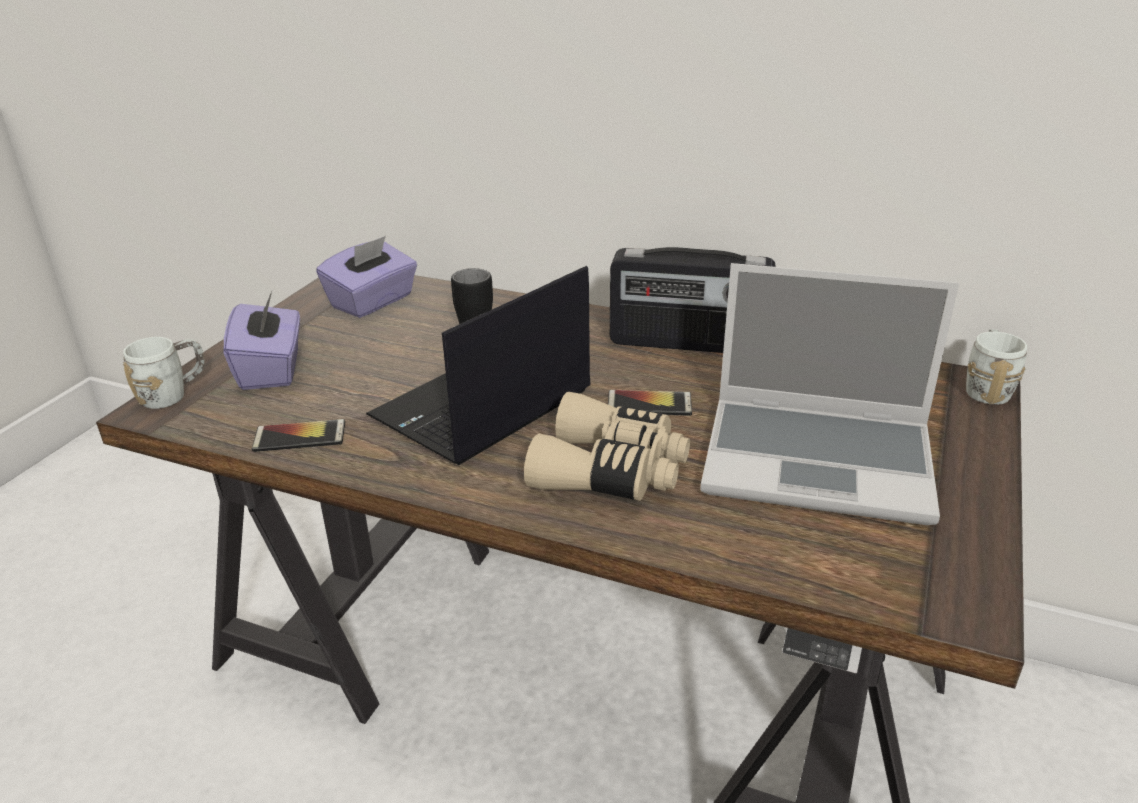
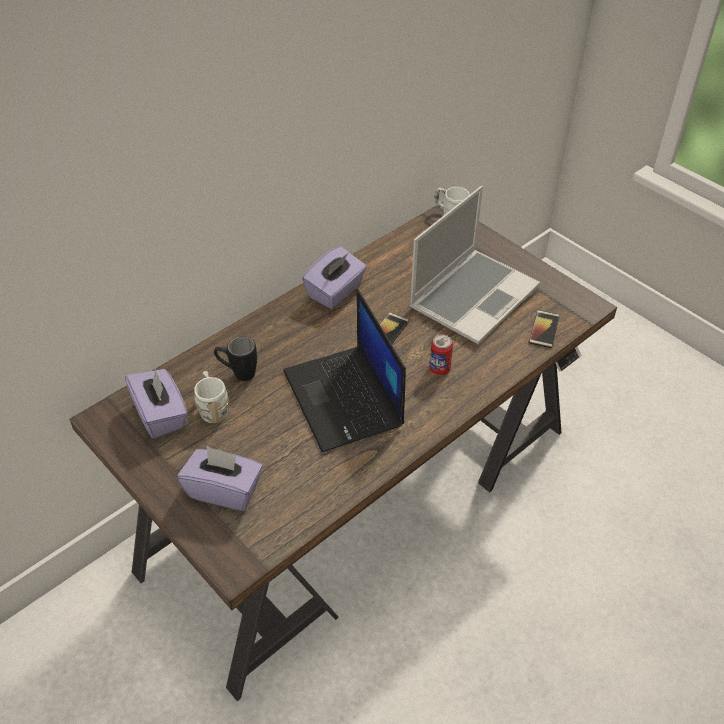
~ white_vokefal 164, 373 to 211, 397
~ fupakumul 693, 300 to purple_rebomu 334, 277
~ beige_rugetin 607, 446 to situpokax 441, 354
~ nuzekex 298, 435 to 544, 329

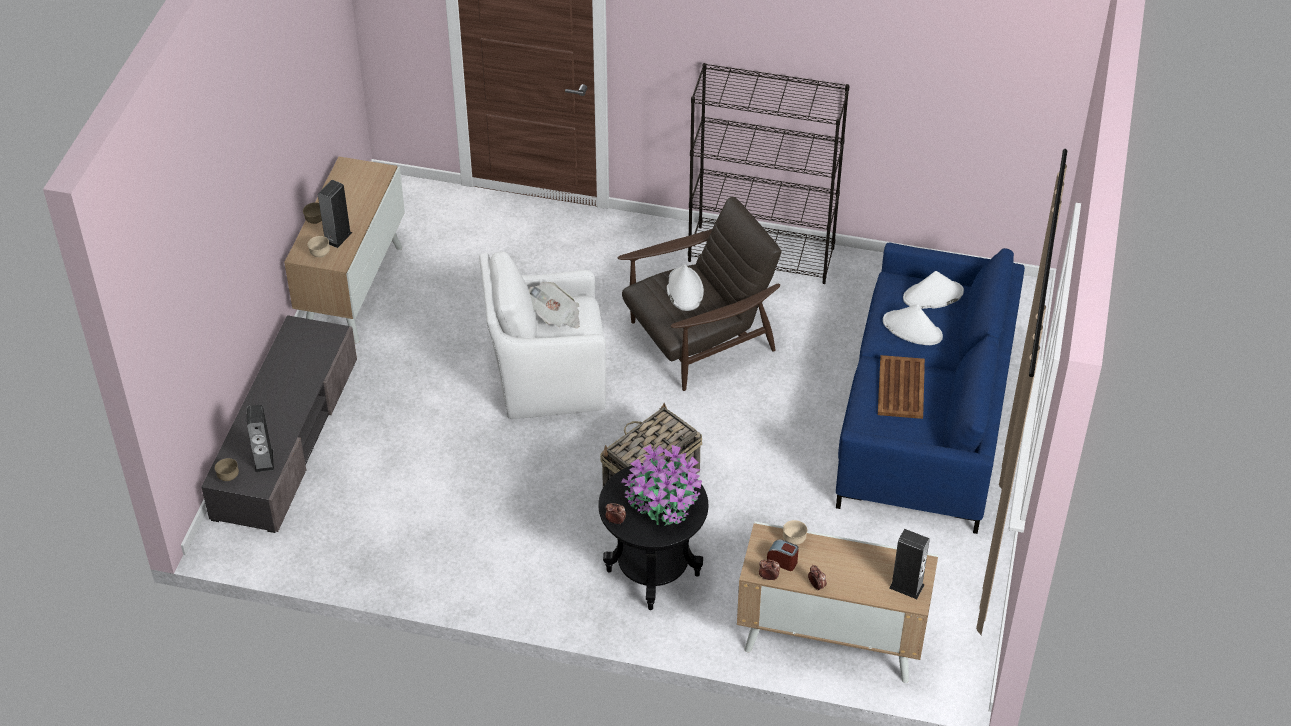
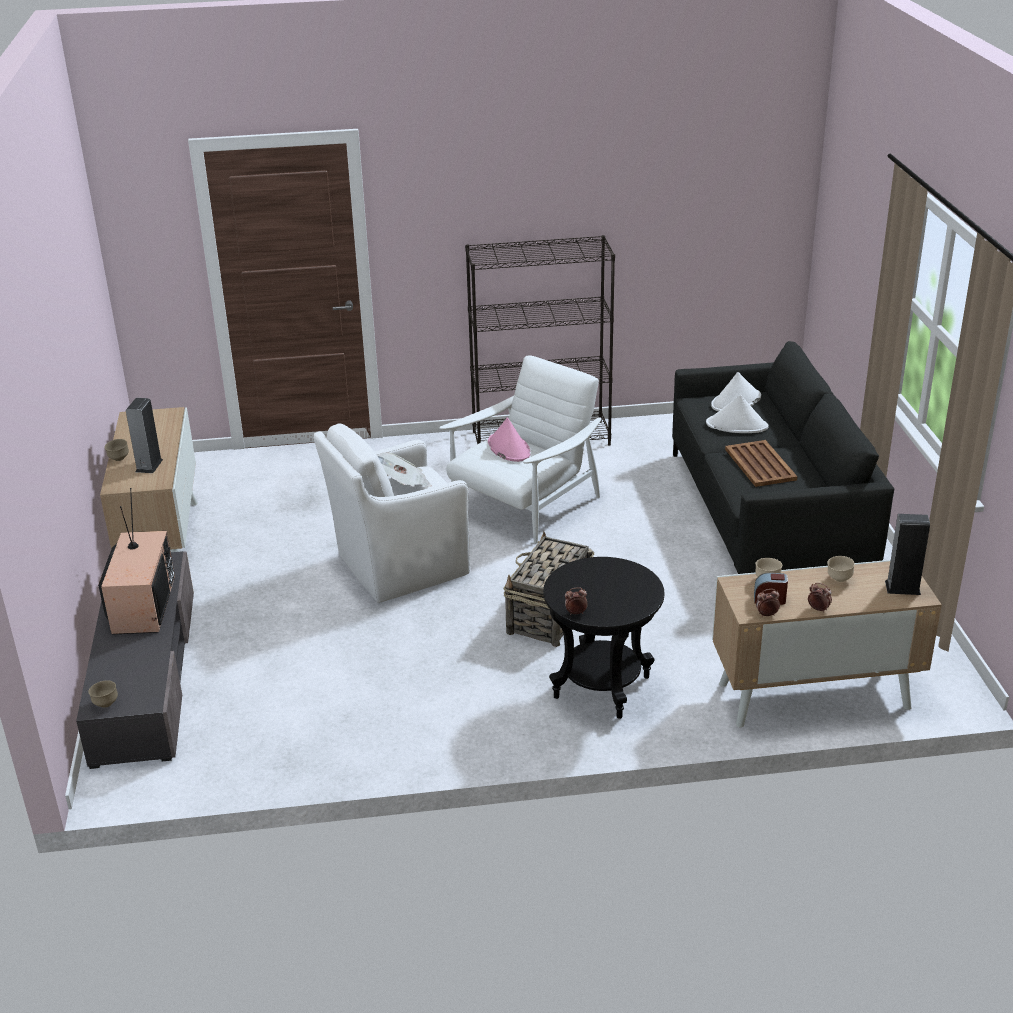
+ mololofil 136, 561
~ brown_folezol 700, 294 to white_folezol 520, 449
~ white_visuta 685, 287 to pink_visuta 509, 440
~ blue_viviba 930, 388 to black_viviba 783, 457
~ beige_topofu 319, 246 to 841, 569
- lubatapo 260, 438
- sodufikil 661, 485

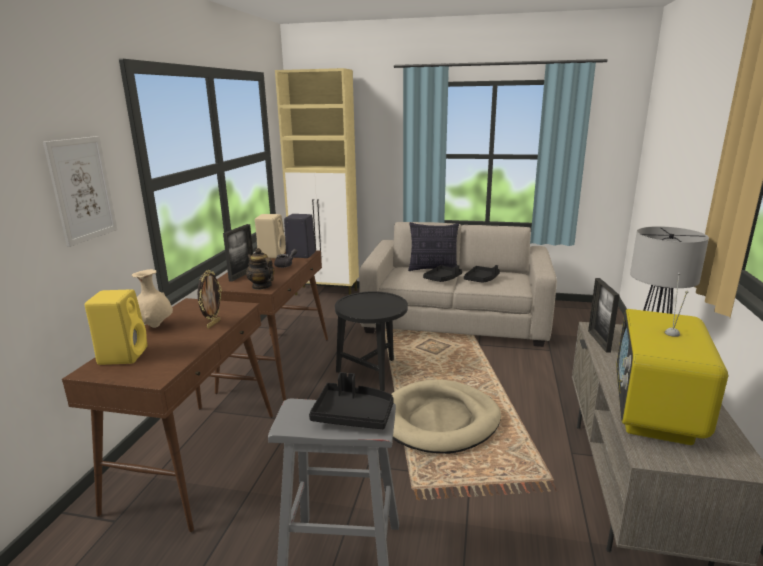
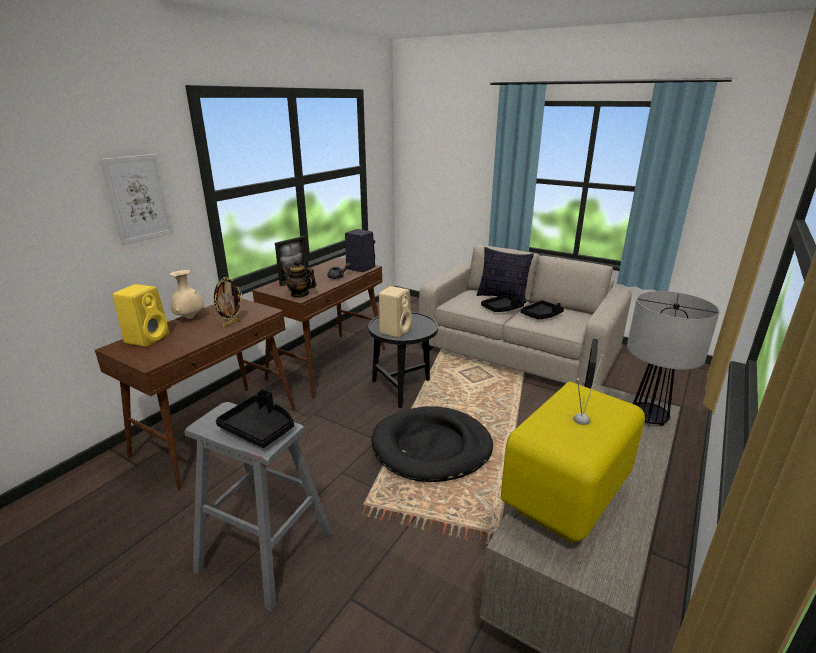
~ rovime 260, 269 = 298, 279 45 degrees counterclockwise
~ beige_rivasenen 446, 416 to black_rivasenen 432, 444
~ beige_lubatapo 270, 236 to 395, 312
- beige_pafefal 317, 181

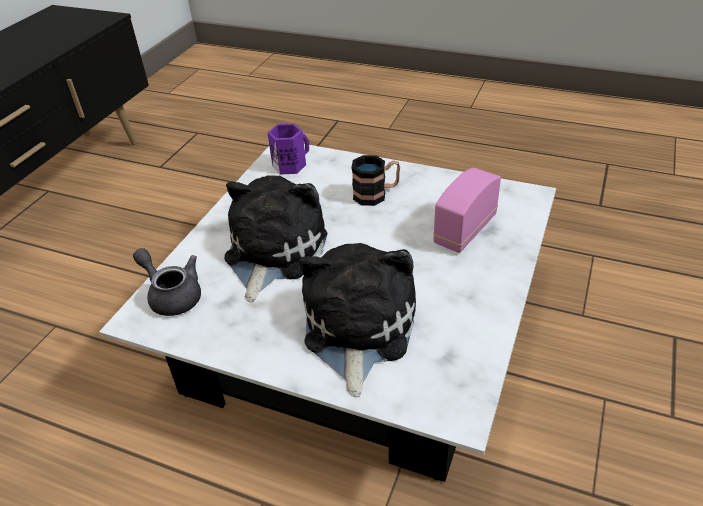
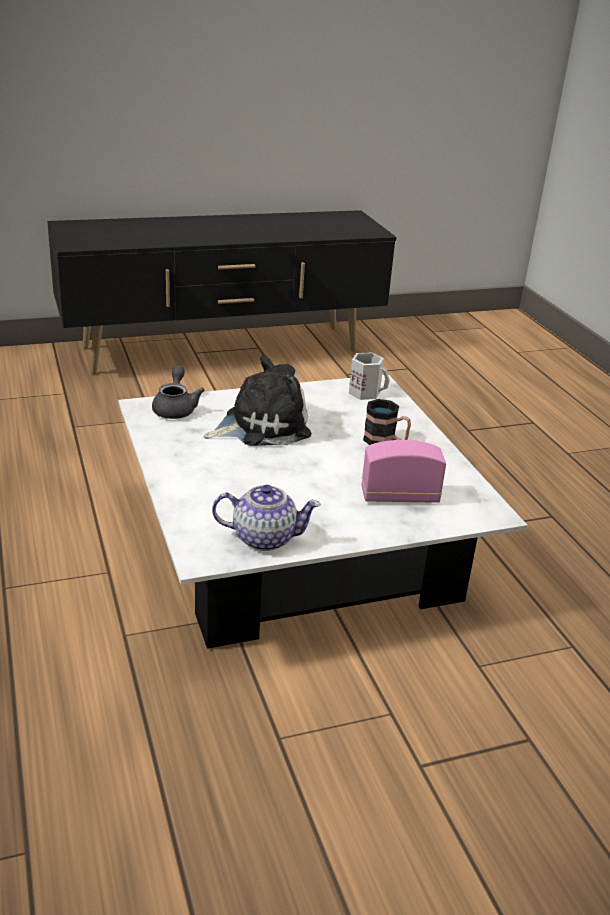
+ rovime 266, 518
~ purple_vokefal 288, 149 to white_vokefal 369, 376
- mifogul 357, 320

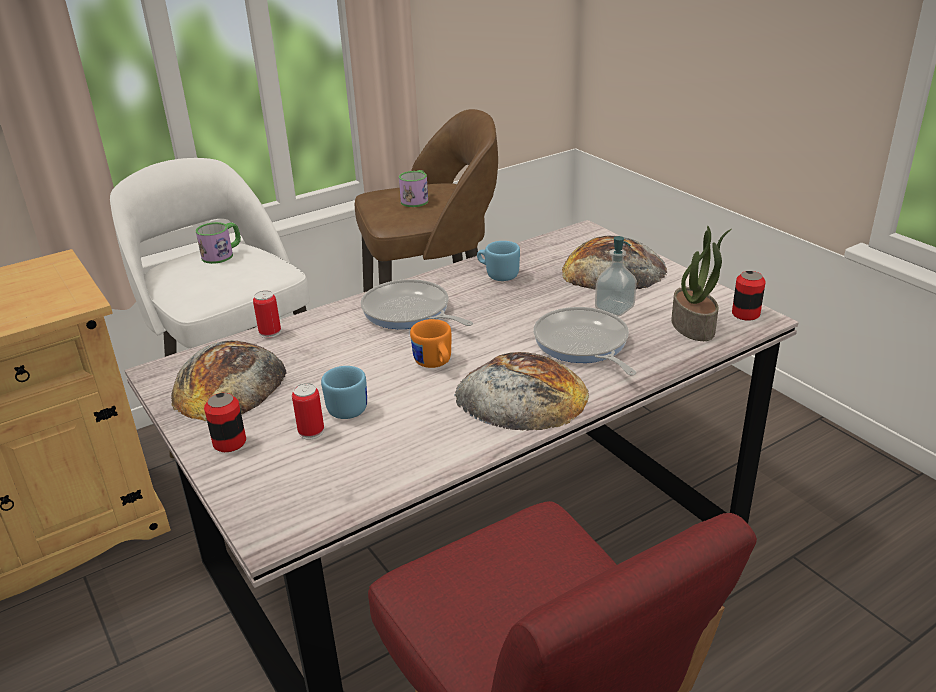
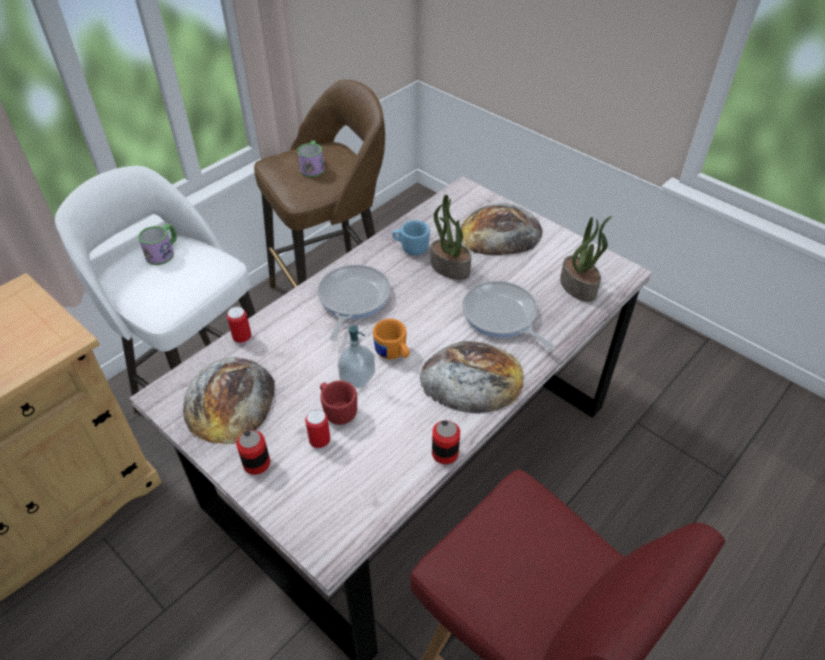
~ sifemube 417, 304 = 354, 303 75 degrees clockwise
~ blue_vokefal 344, 392 to red_vokefal 338, 403
~ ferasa 616, 276 to 356, 357
+ sodufikil 451, 237
~ situpokax 749, 296 to 446, 442

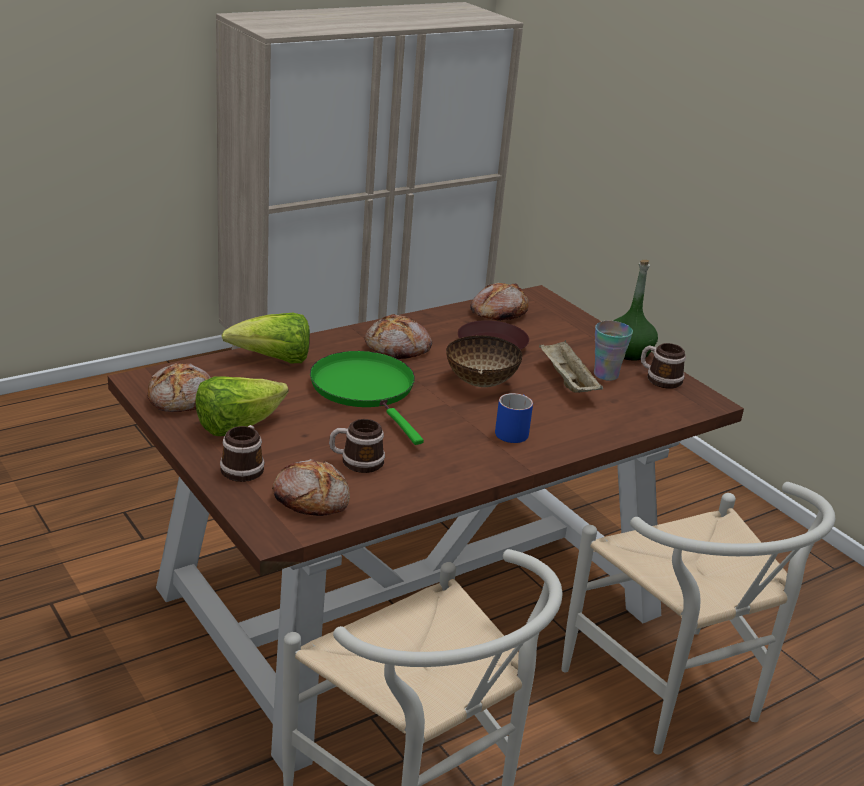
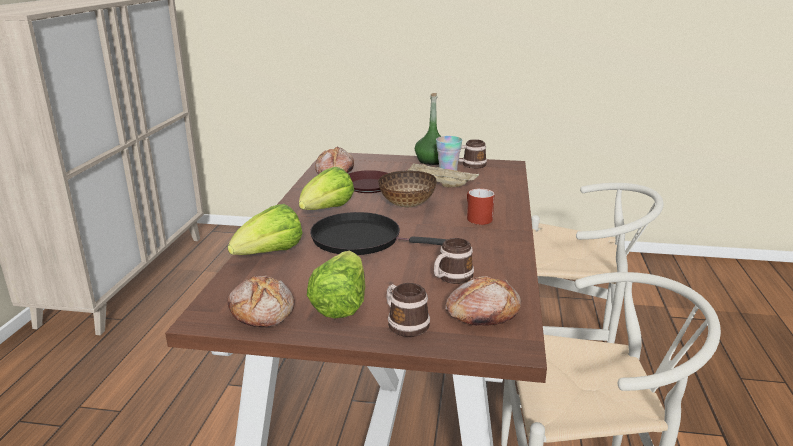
~ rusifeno 398, 336 to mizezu 326, 188
~ green_sifemube 367, 398 to black_sifemube 378, 233
~ blue_vokefal 514, 418 to red_vokefal 481, 206

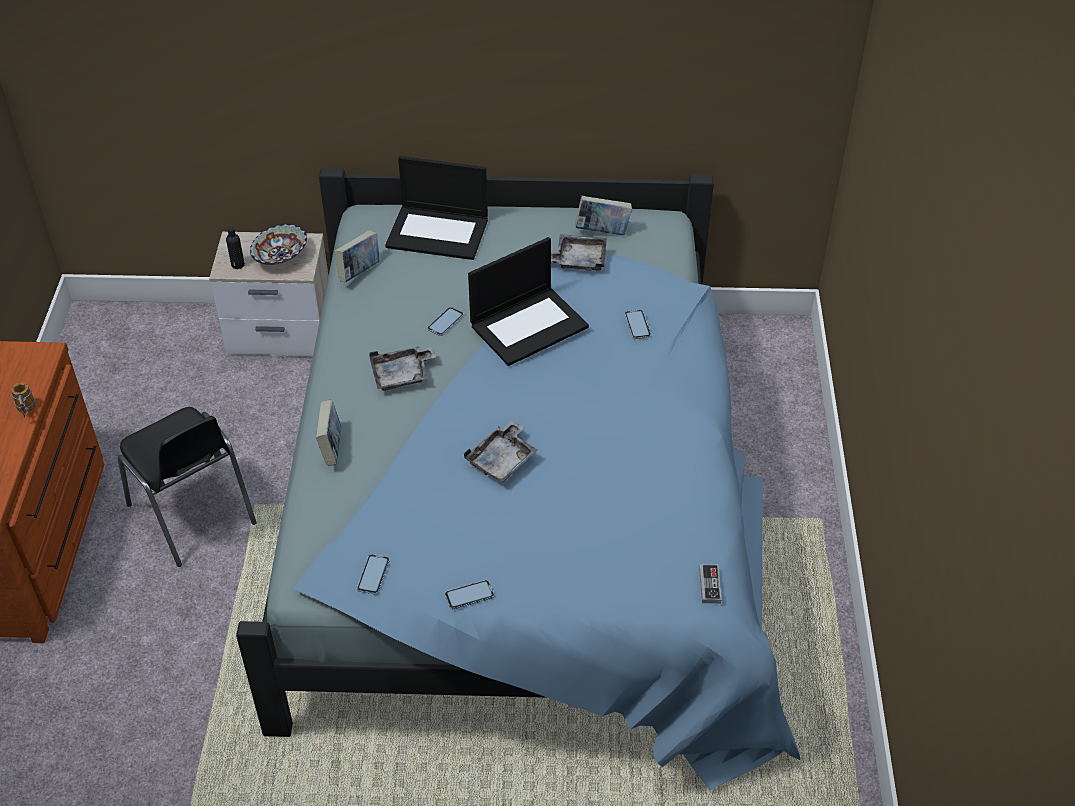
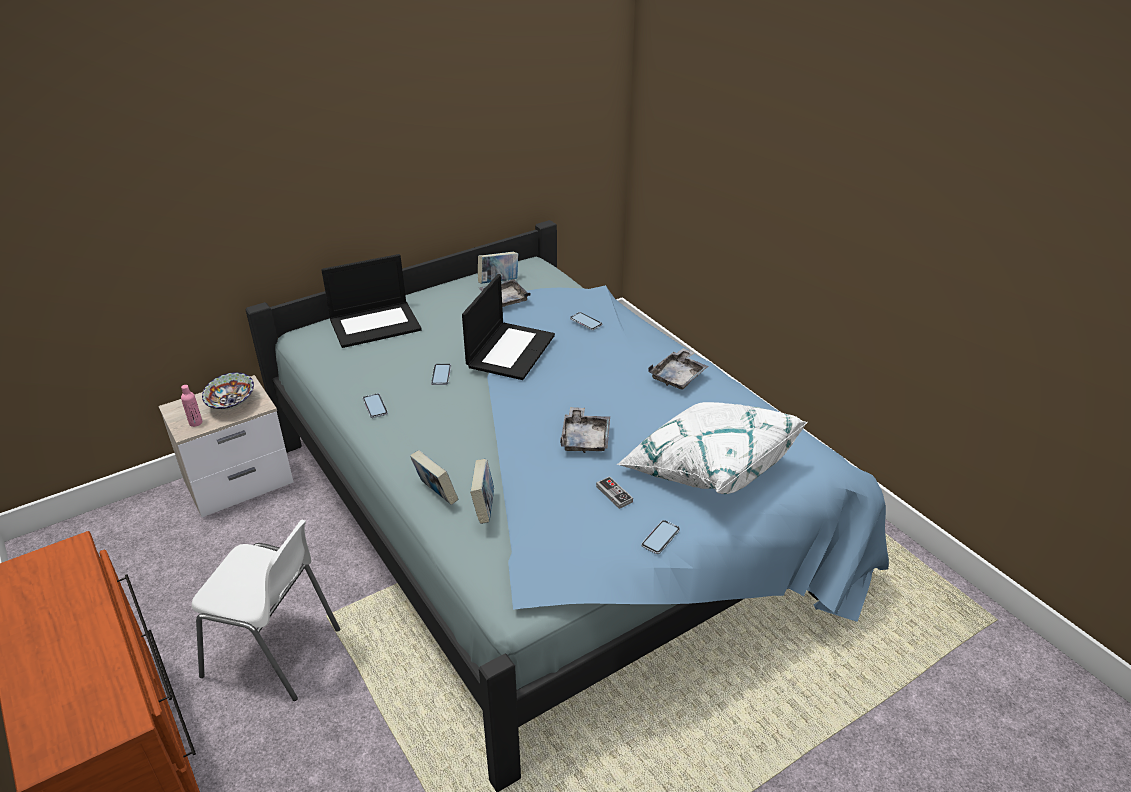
~ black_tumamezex 235, 248 to pink_tumamezex 191, 406
~ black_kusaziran 187, 487 to white_kusaziran 266, 610
~ nuzekex 373, 574 to 375, 405
~ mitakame 357, 256 to 482, 491
~ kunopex 710, 583 to 614, 492
+ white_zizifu 712, 448
~ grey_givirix 402, 368 to 678, 369
- vokefal 23, 400

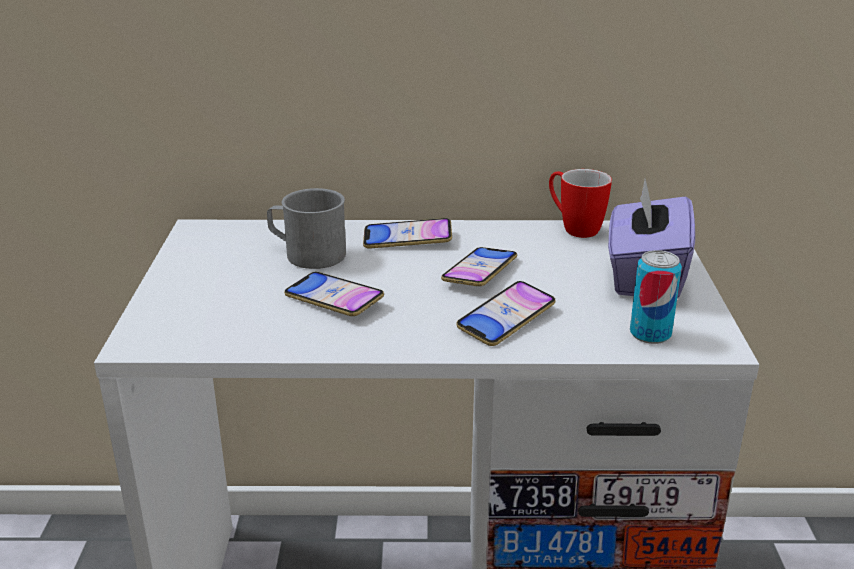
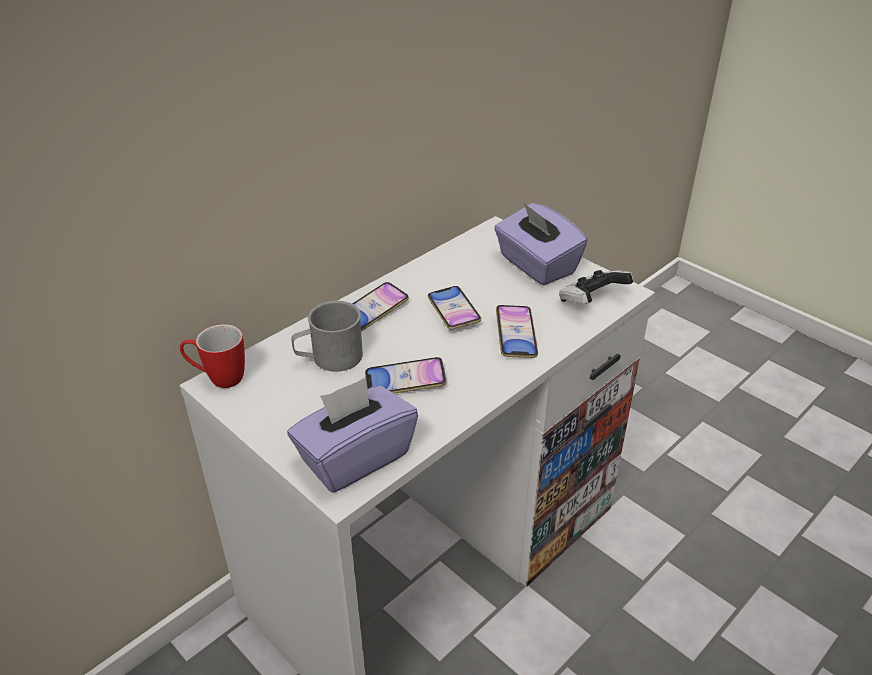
~ vokefal 580, 203 to 212, 356
+ purple_rebomu 352, 435
~ situpokax 656, 297 to kunopex 596, 287

